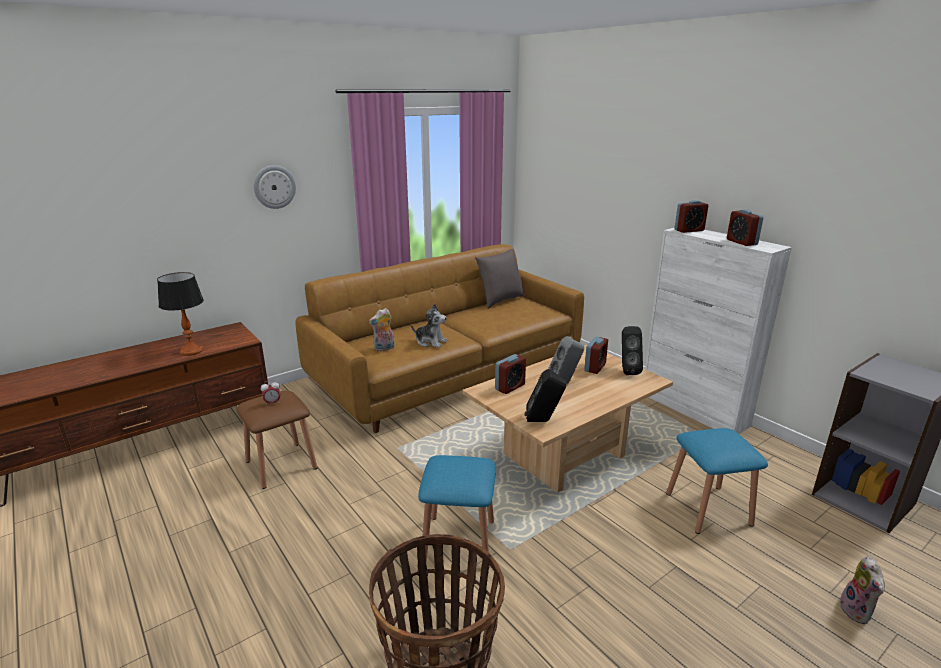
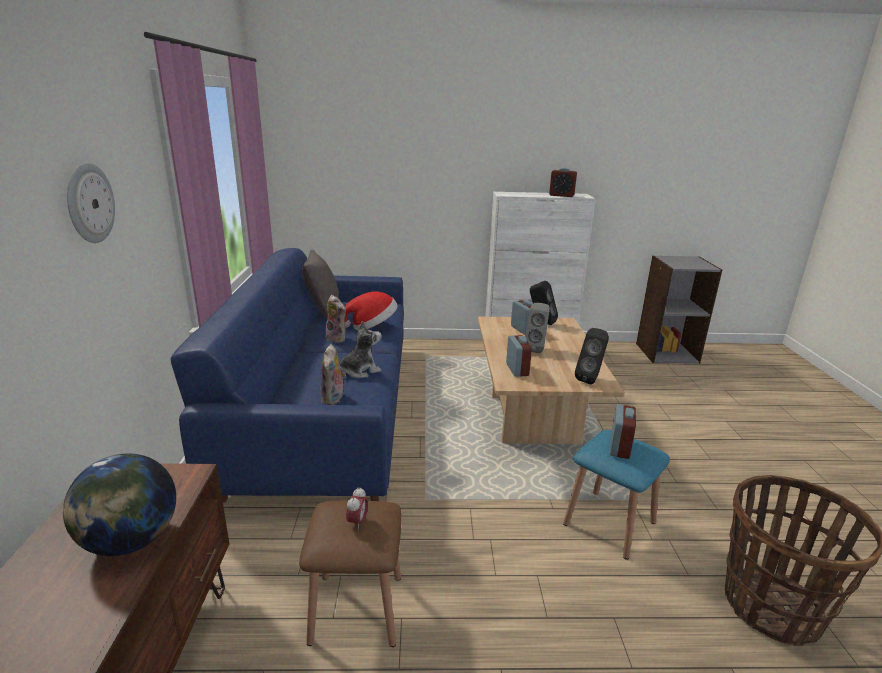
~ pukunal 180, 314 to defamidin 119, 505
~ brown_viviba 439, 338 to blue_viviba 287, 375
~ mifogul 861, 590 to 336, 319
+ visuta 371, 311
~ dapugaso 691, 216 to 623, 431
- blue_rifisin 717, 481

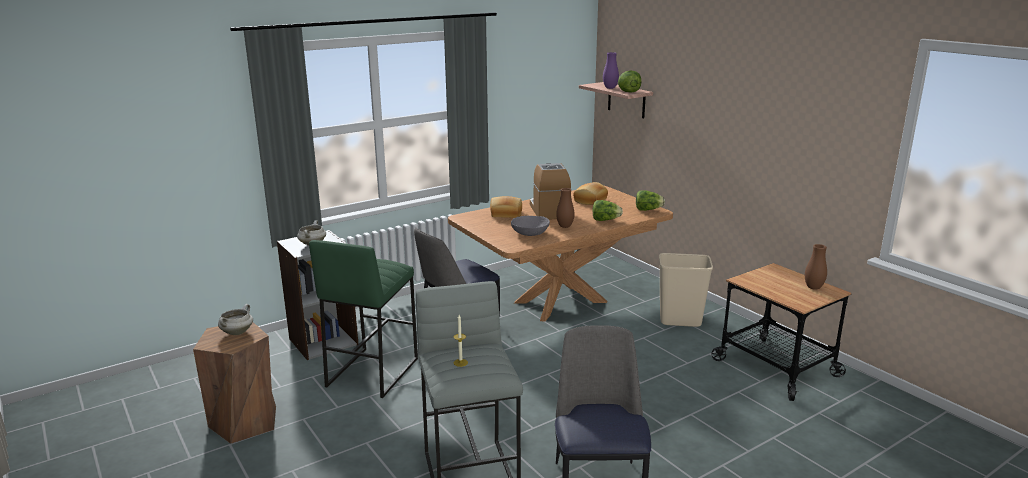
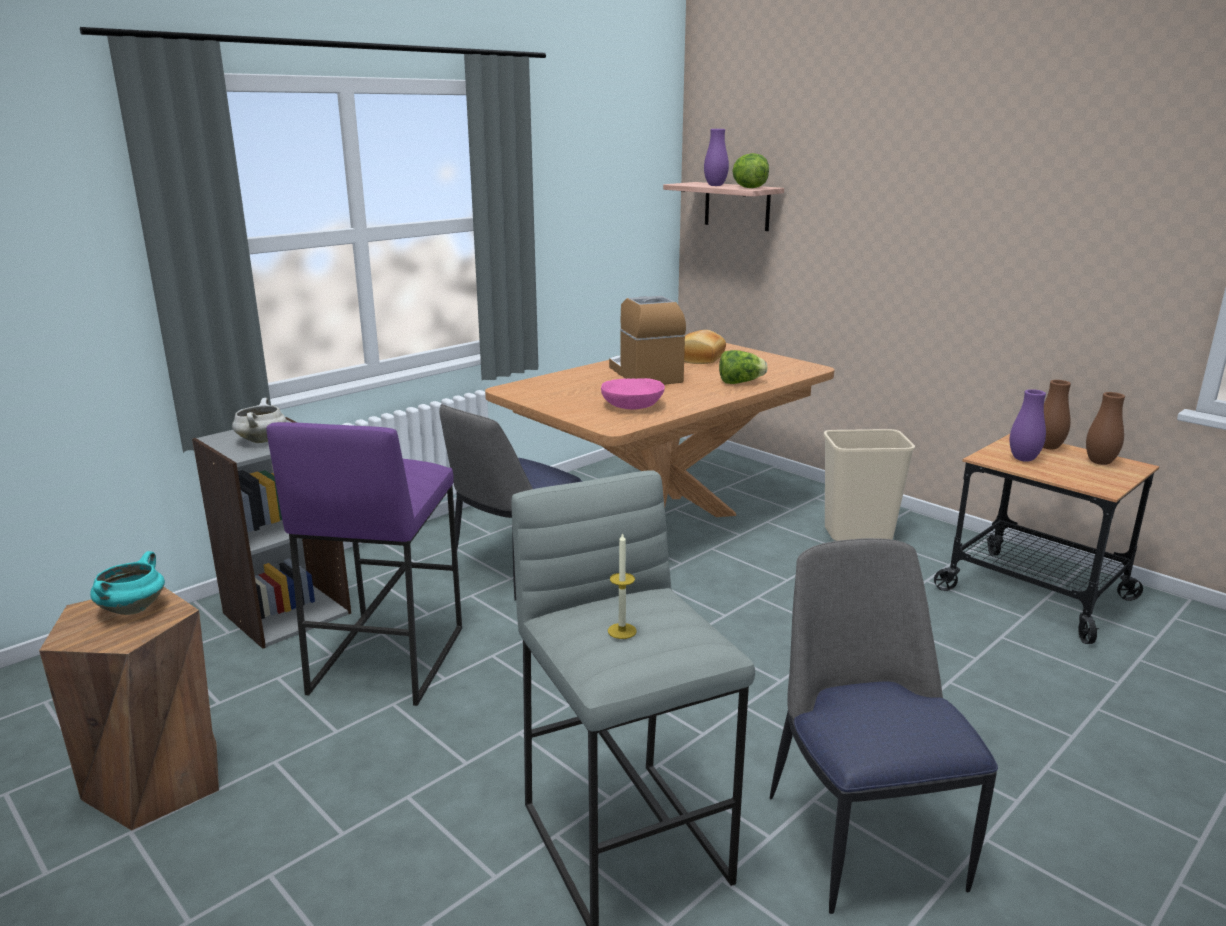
~ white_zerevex 235, 319 to turquoise_zerevex 127, 583
~ green_rifisin 363, 319 to purple_rifisin 364, 564
~ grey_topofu 530, 226 to pink_topofu 633, 393
+ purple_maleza 1028, 425
~ brown_maleza 565, 208 to 1057, 415
- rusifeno 506, 207
- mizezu 650, 201

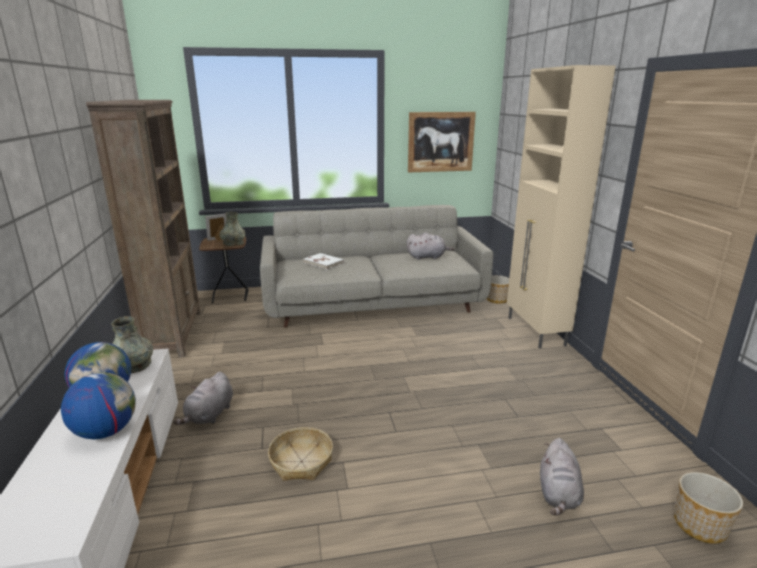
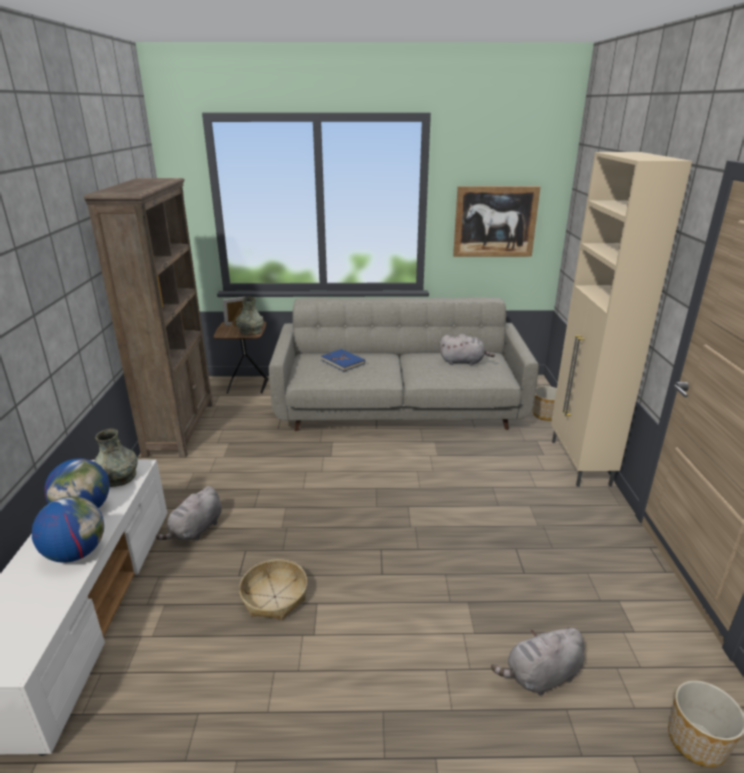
~ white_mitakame 323, 261 to blue_mitakame 343, 360
~ grey_mifogul 562, 476 = 538, 661 45 degrees clockwise

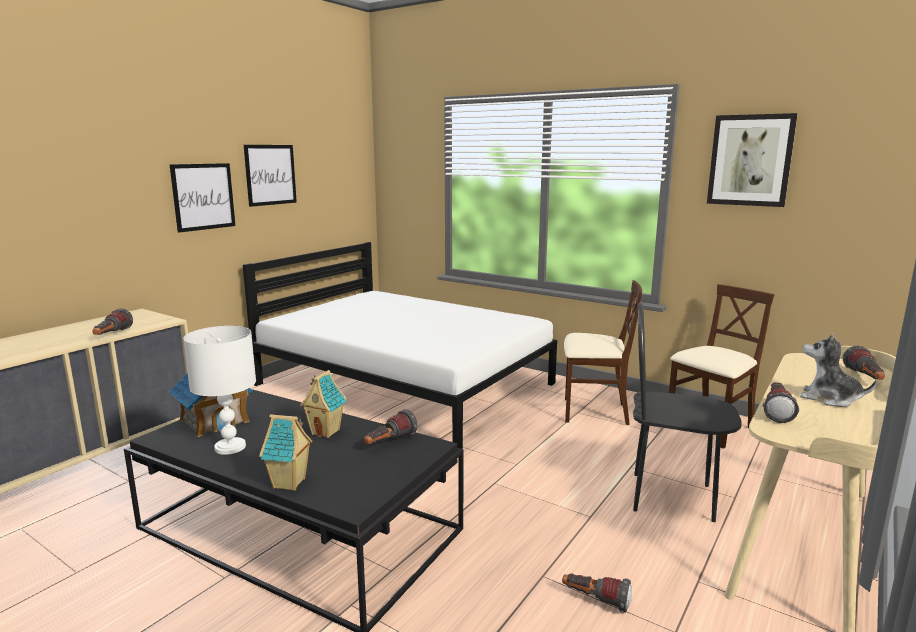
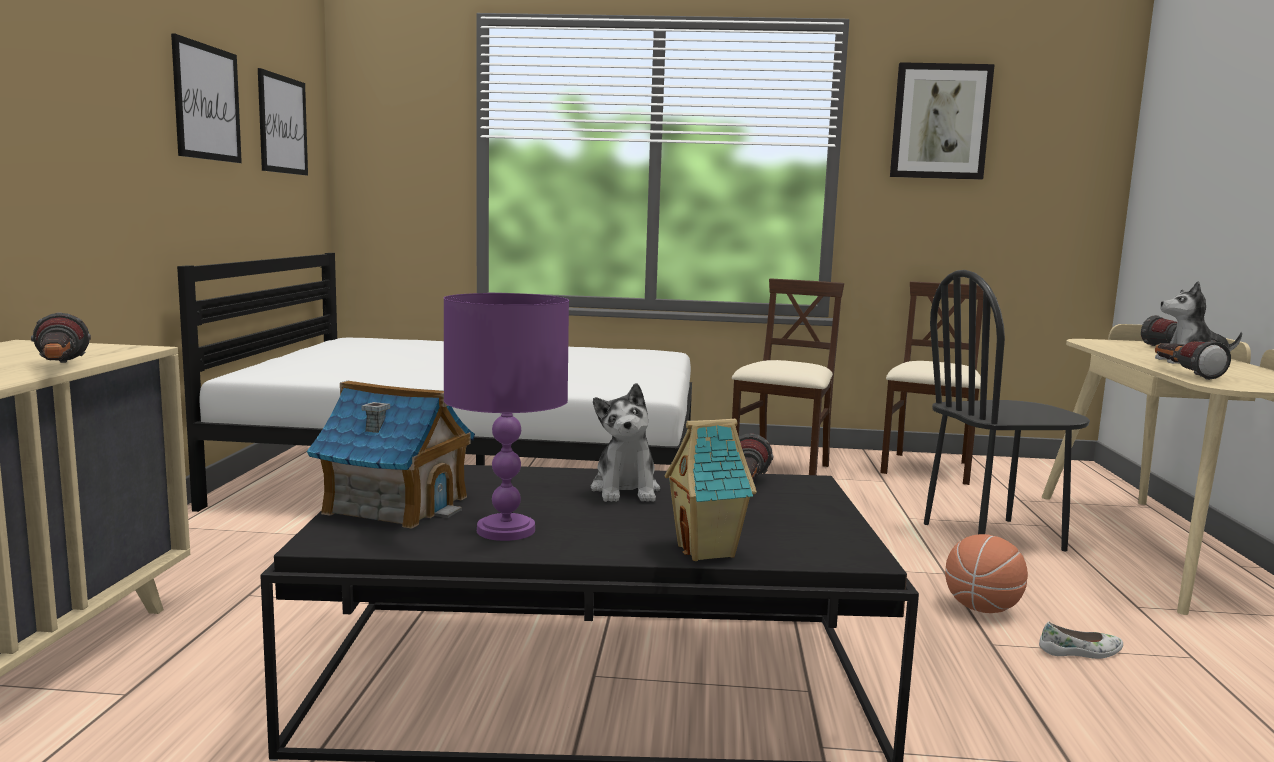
~ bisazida 202, 198 to 283, 121
~ white_pukunal 219, 390 to purple_pukunal 506, 417
~ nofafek 323, 404 to mifogul 625, 442
~ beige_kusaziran 603, 352 = 788, 376 45 degrees counterclockwise
+ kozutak 986, 573
~ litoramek 597, 593 to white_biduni 1081, 640

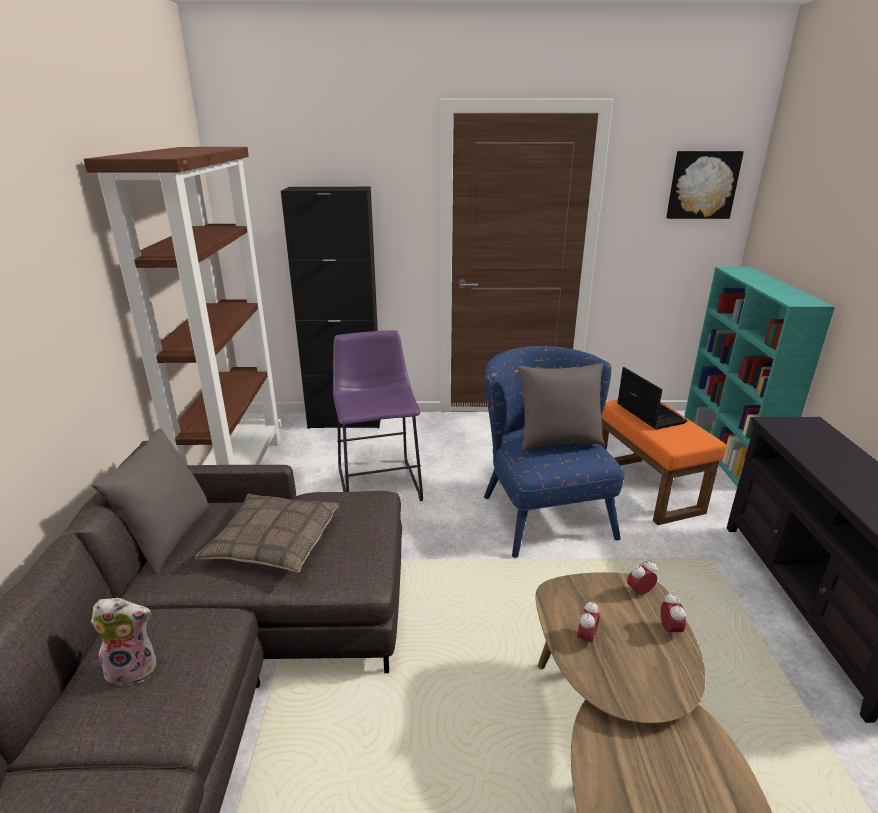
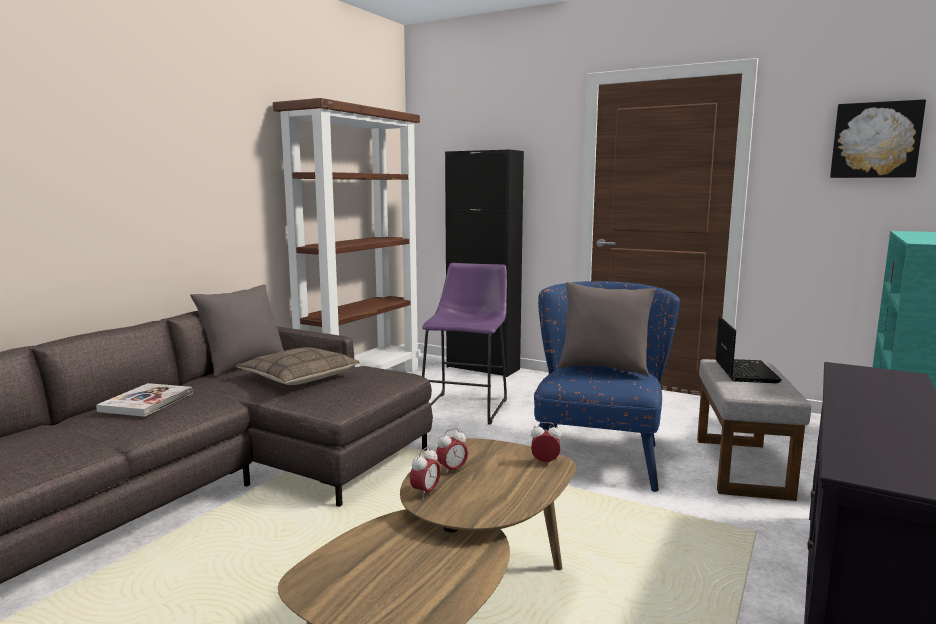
~ mifogul 124, 642 to mitakame 144, 400
~ dapugaso 673, 615 to 425, 473
~ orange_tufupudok 663, 462 to grey_tufupudok 754, 430

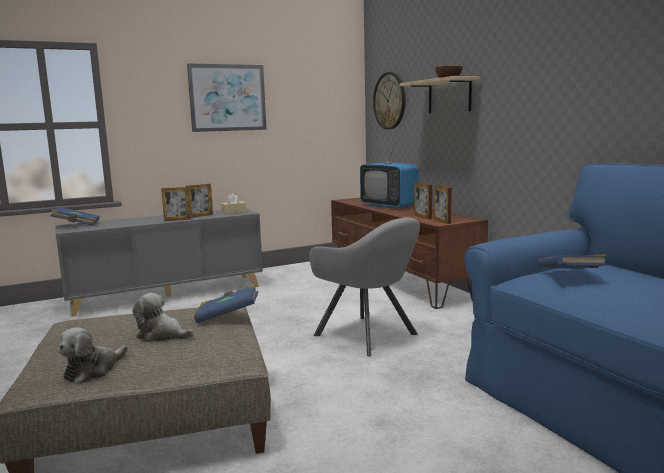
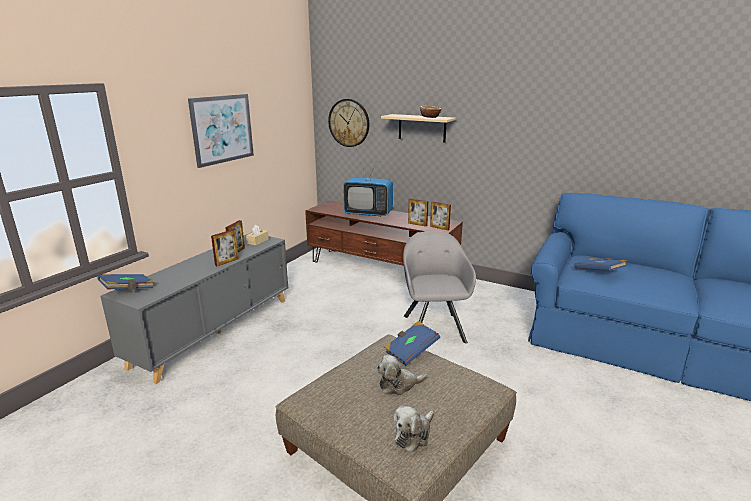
~ mifogul 93, 355 = 413, 429 45 degrees clockwise
~ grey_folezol 364, 287 = 439, 287 105 degrees counterclockwise

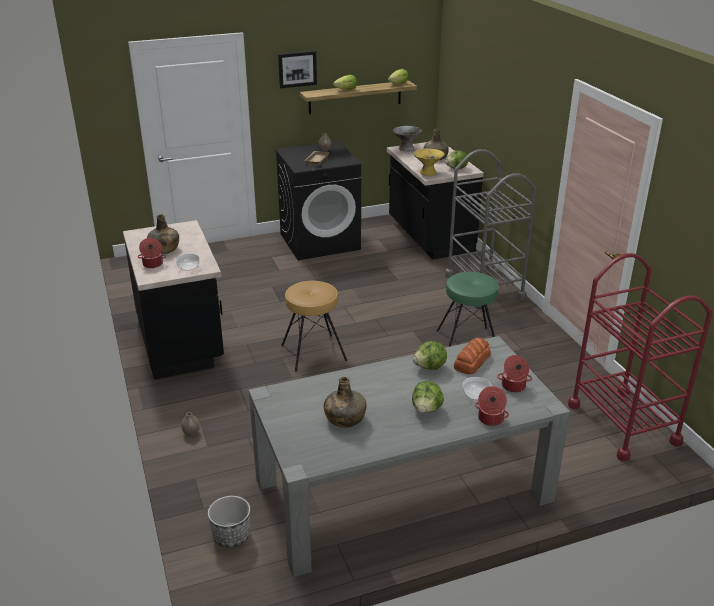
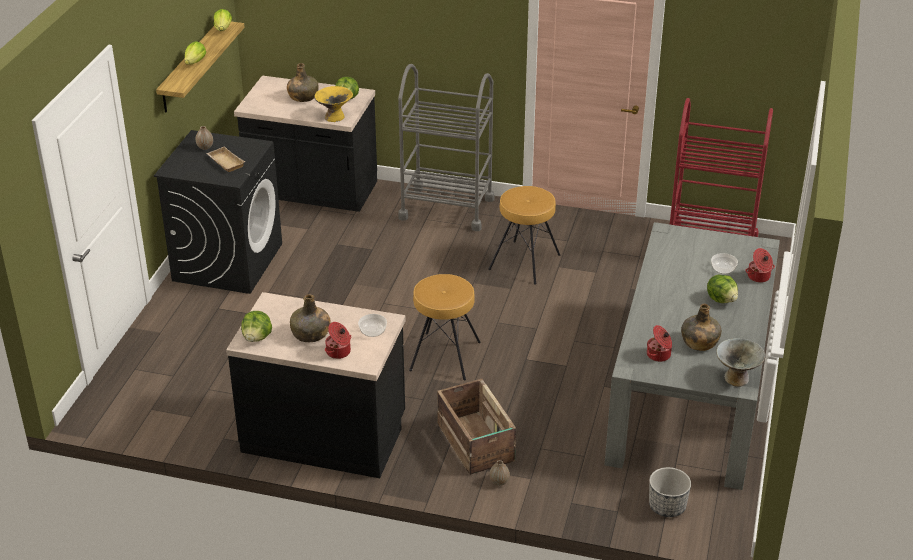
~ mizezu 429, 355 to 256, 326
+ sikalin 476, 427
~ green_rifisin 467, 309 to brown_rifisin 524, 235
~ zerevex 514, 373 to 659, 343
~ grey_topofu 407, 138 to 740, 362
- bisazida 297, 69
- rusifeno 472, 356

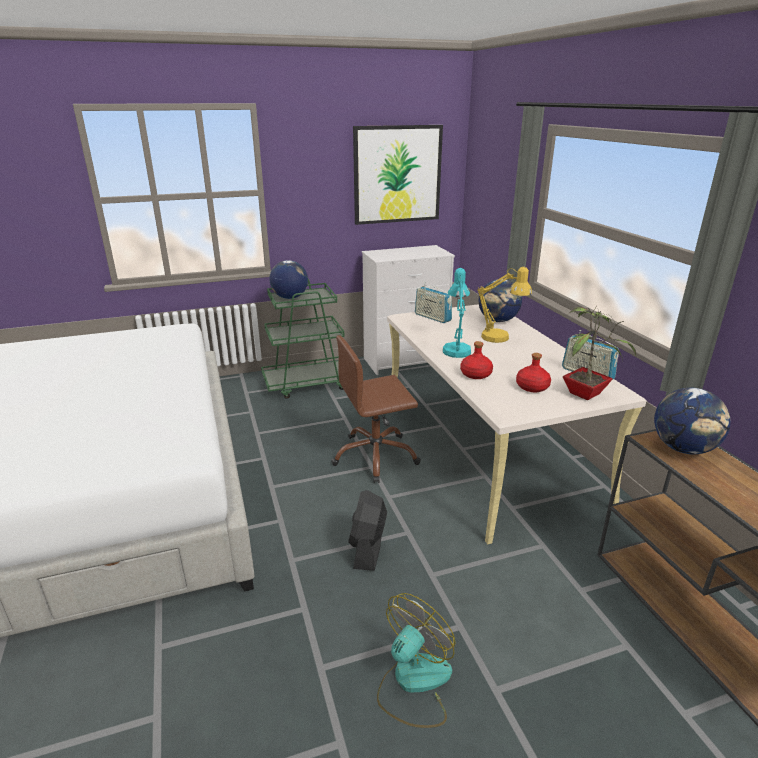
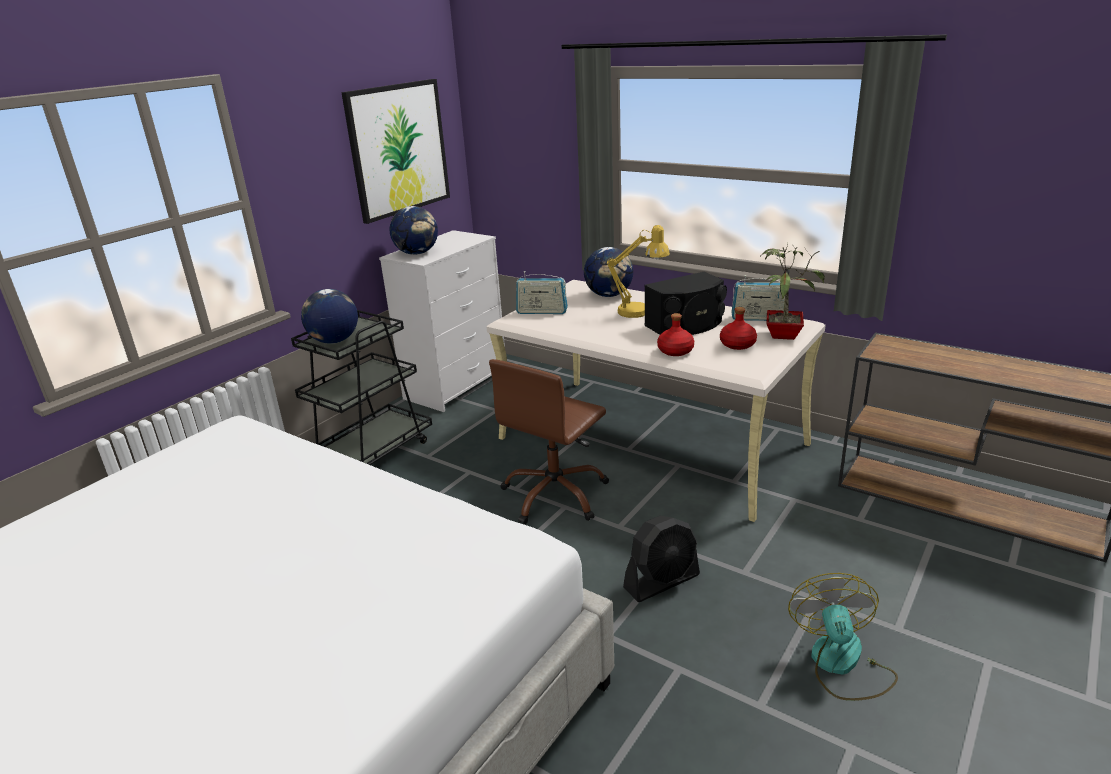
~ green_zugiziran 303, 339 to black_zugiziran 361, 387
~ defamidin 692, 421 to 414, 230
~ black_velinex 367, 530 = 661, 559 90 degrees counterclockwise
+ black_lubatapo 686, 303
- turquoise_pukunal 457, 313

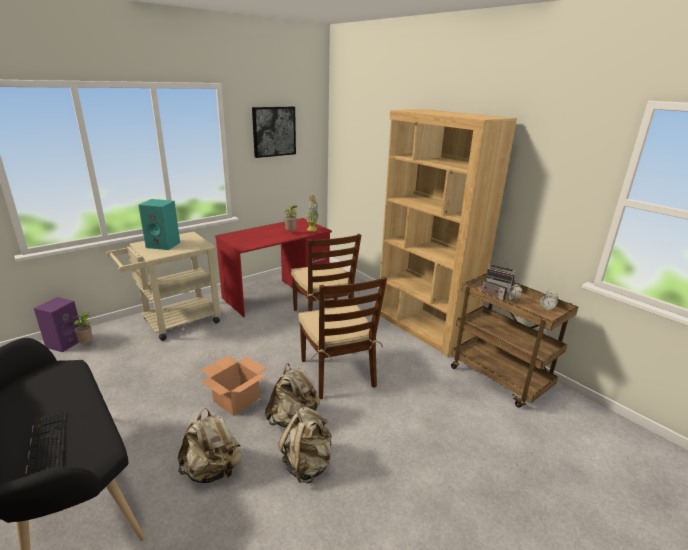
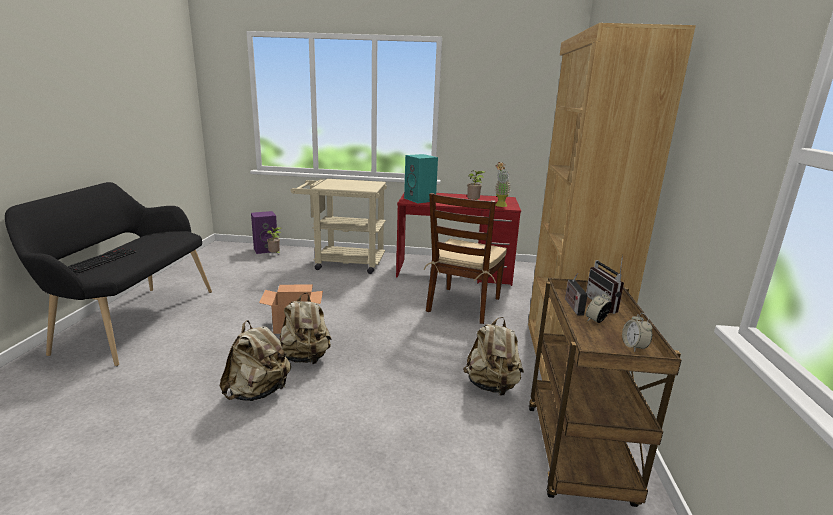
~ turquoise_lubatapo 159, 224 to 421, 178
~ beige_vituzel 209, 445 to 493, 356
- bisazida 274, 132
- brown_kusaziran 342, 337

